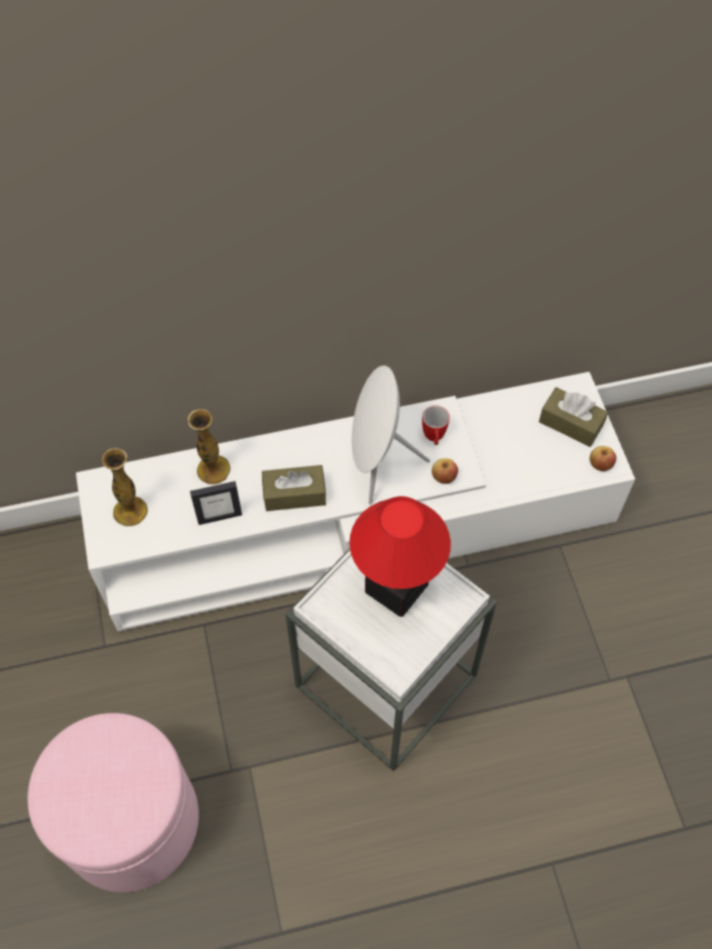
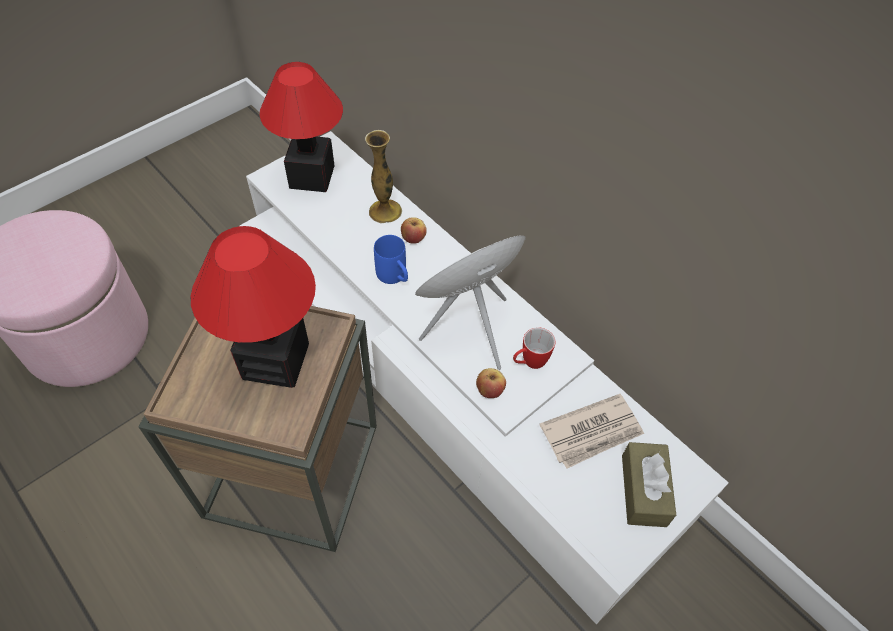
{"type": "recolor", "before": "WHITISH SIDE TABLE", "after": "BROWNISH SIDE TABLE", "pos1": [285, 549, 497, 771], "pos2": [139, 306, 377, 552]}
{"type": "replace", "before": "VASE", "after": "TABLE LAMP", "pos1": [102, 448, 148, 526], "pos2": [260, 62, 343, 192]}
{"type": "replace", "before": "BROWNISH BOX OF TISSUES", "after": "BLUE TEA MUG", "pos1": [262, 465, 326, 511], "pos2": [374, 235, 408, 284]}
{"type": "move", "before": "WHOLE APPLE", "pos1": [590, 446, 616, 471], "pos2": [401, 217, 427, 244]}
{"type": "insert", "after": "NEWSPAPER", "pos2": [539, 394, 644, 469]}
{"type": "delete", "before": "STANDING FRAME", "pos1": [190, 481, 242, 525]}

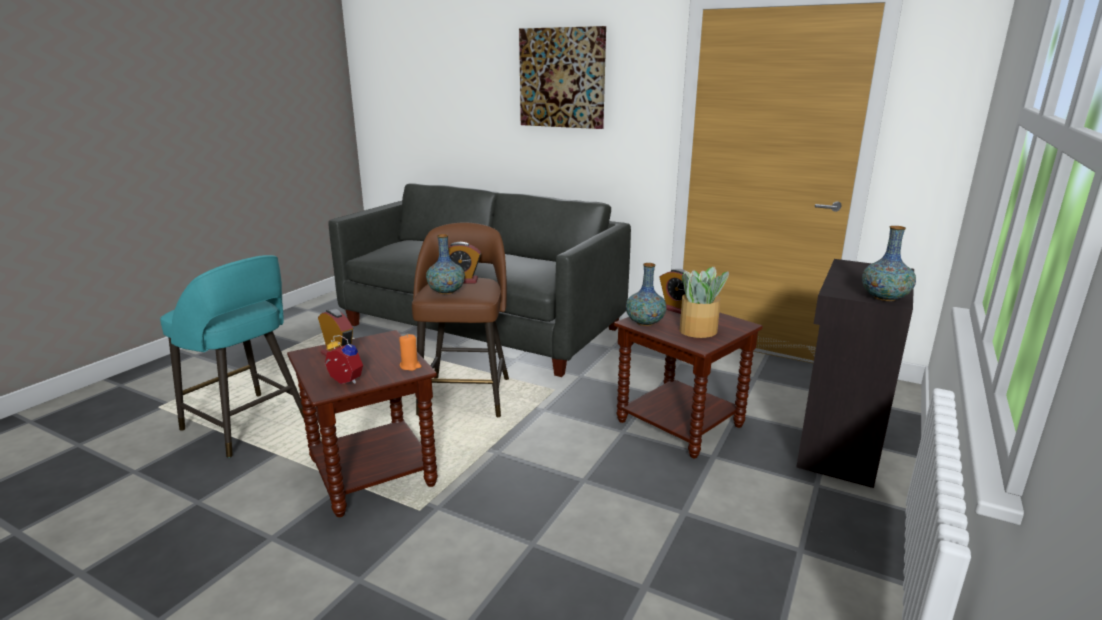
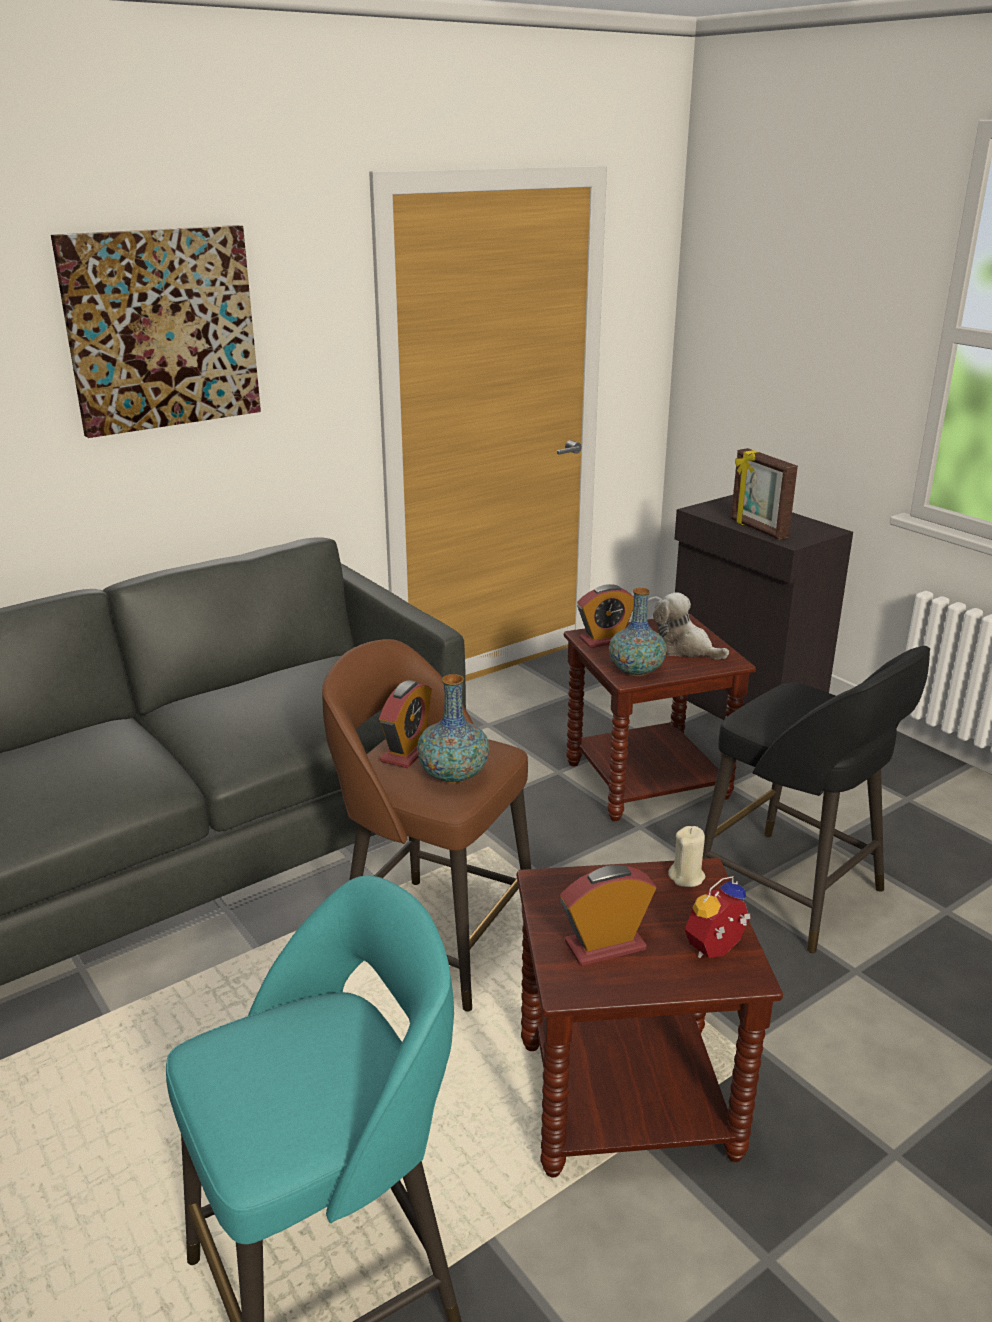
{"type": "replace", "before": "POTTED PLANT", "after": "PLUSH TOY", "pos1": [680, 267, 729, 338], "pos2": [653, 592, 729, 660]}
{"type": "recolor", "before": "ORANGE-COLOURED WAX LIGHT", "after": "BEIGE WAX LIGHT", "pos1": [399, 334, 422, 371], "pos2": [668, 826, 706, 887]}
{"type": "insert", "after": "BLACK STOOL SEAT", "pos2": [703, 646, 930, 953]}
{"type": "insert", "after": "STANDING FRAME", "pos2": [731, 448, 798, 540]}
{"type": "delete", "before": "VASE", "pos1": [862, 226, 916, 301]}

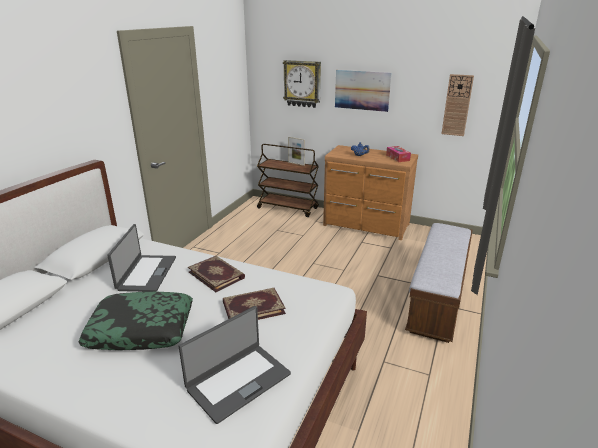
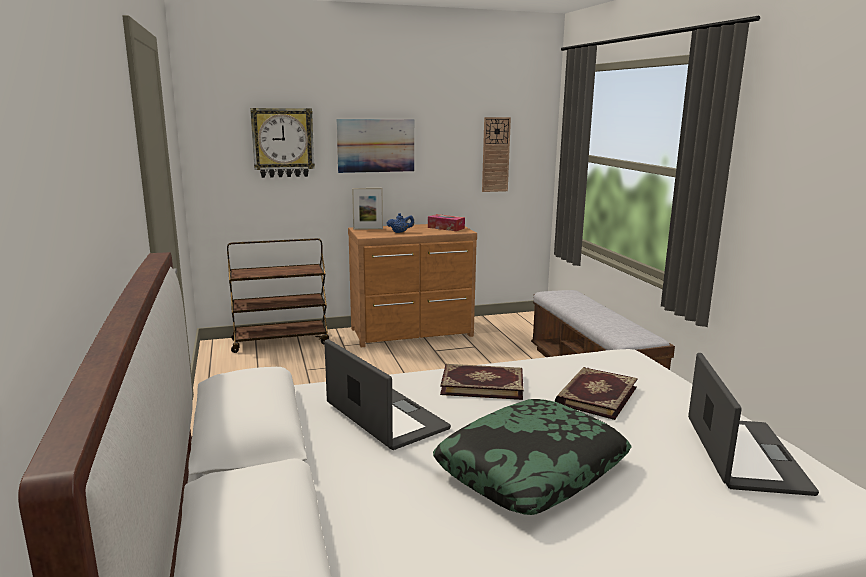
{"type": "move", "before": "STANDING FRAME", "pos1": [288, 137, 305, 166], "pos2": [352, 188, 383, 230]}

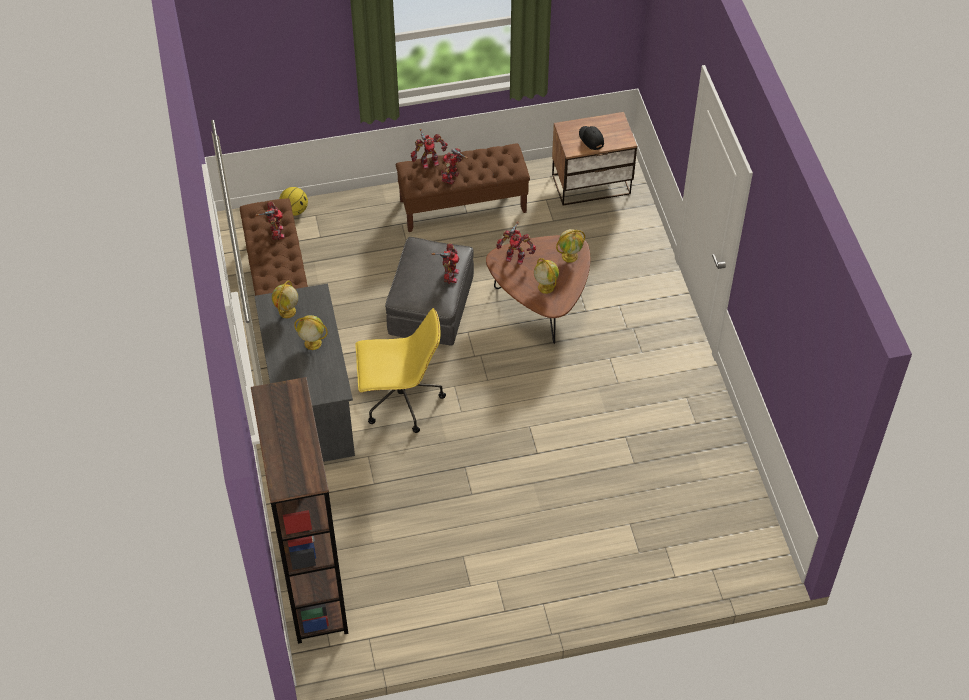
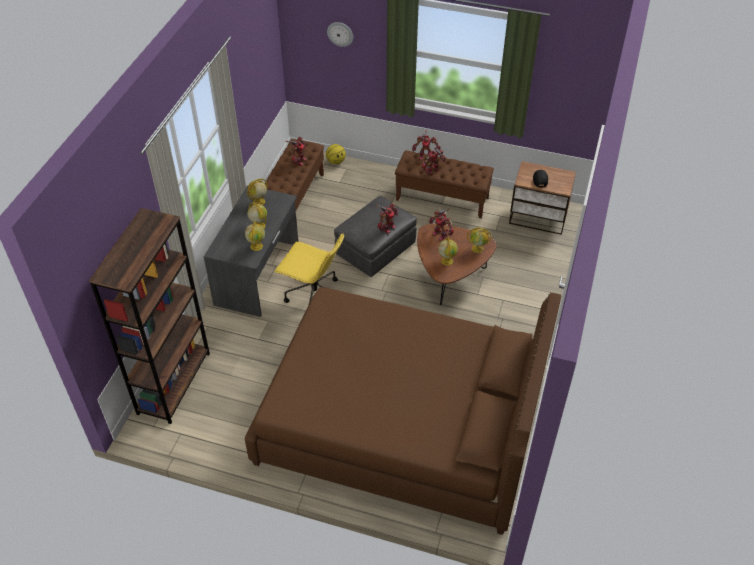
{"type": "insert", "after": "DESK GLOBE", "pos2": [245, 221, 265, 251]}
{"type": "insert", "after": "BROWNISH SLEEPING BED", "pos2": [245, 287, 561, 535]}
{"type": "insert", "after": "WALL CLOCK", "pos2": [327, 22, 353, 47]}

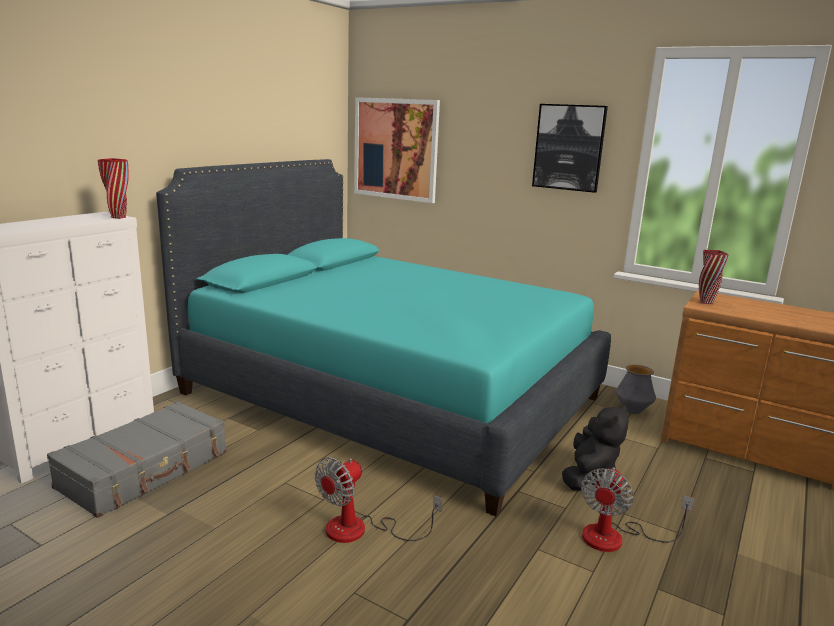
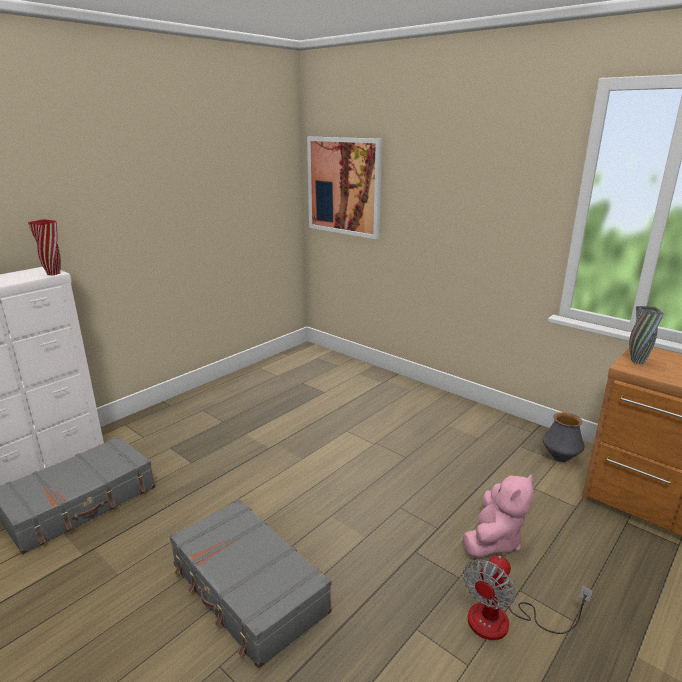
{"type": "replace", "before": "COOLING FAN", "after": "GREY SUITCASE", "pos1": [314, 457, 442, 543], "pos2": [169, 499, 332, 669]}
{"type": "recolor", "before": "BLACK PLUSH TOY", "after": "PINK-COLOURED PLUSH TOY", "pos1": [562, 405, 629, 491], "pos2": [463, 474, 534, 558]}
{"type": "recolor", "before": "REDDISH VASE", "after": "GREY VASE", "pos1": [699, 250, 728, 304], "pos2": [629, 306, 664, 364]}
{"type": "delete", "before": "BLUE-GREEN SLEEPING BED", "pos1": [156, 159, 611, 516]}
{"type": "delete", "before": "WALL PICTURE", "pos1": [532, 104, 608, 193]}

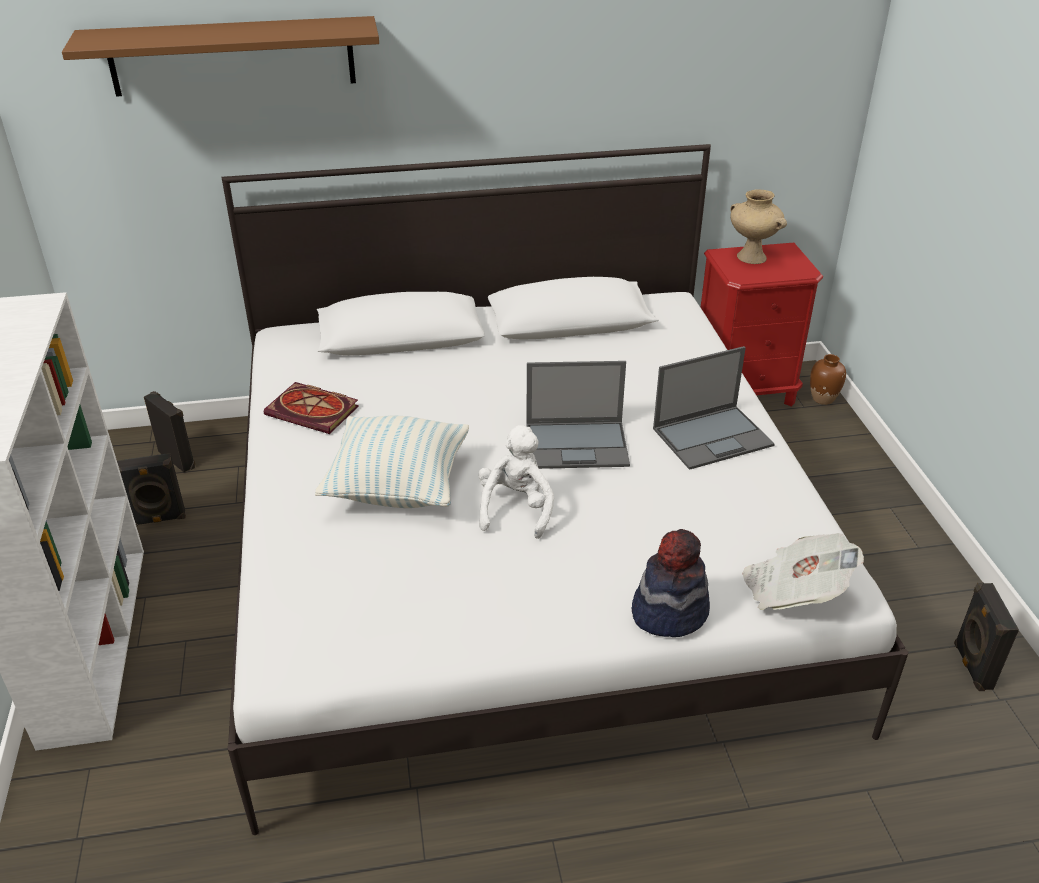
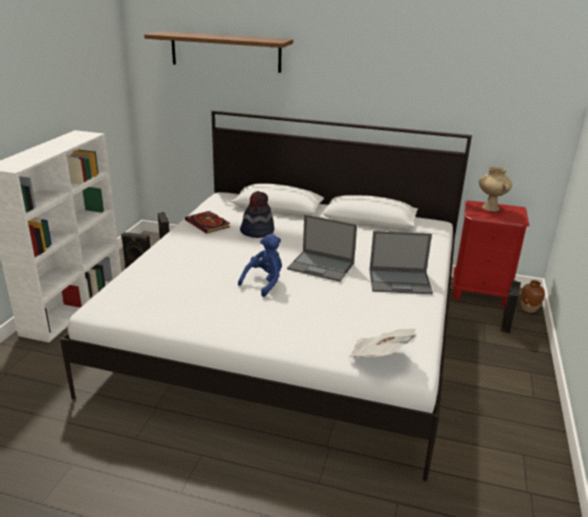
{"type": "recolor", "before": "WHITISH PLUSH TOY", "after": "BLUE PLUSH TOY", "pos1": [478, 425, 554, 539], "pos2": [238, 234, 282, 297]}
{"type": "move", "before": "CLOTHING HAT", "pos1": [632, 529, 710, 637], "pos2": [240, 191, 274, 238]}
{"type": "move", "before": "BLACK LOUDSPEAKER", "pos1": [954, 582, 1019, 691], "pos2": [501, 280, 521, 333]}
{"type": "delete", "before": "CUSHION", "pos1": [315, 416, 469, 508]}

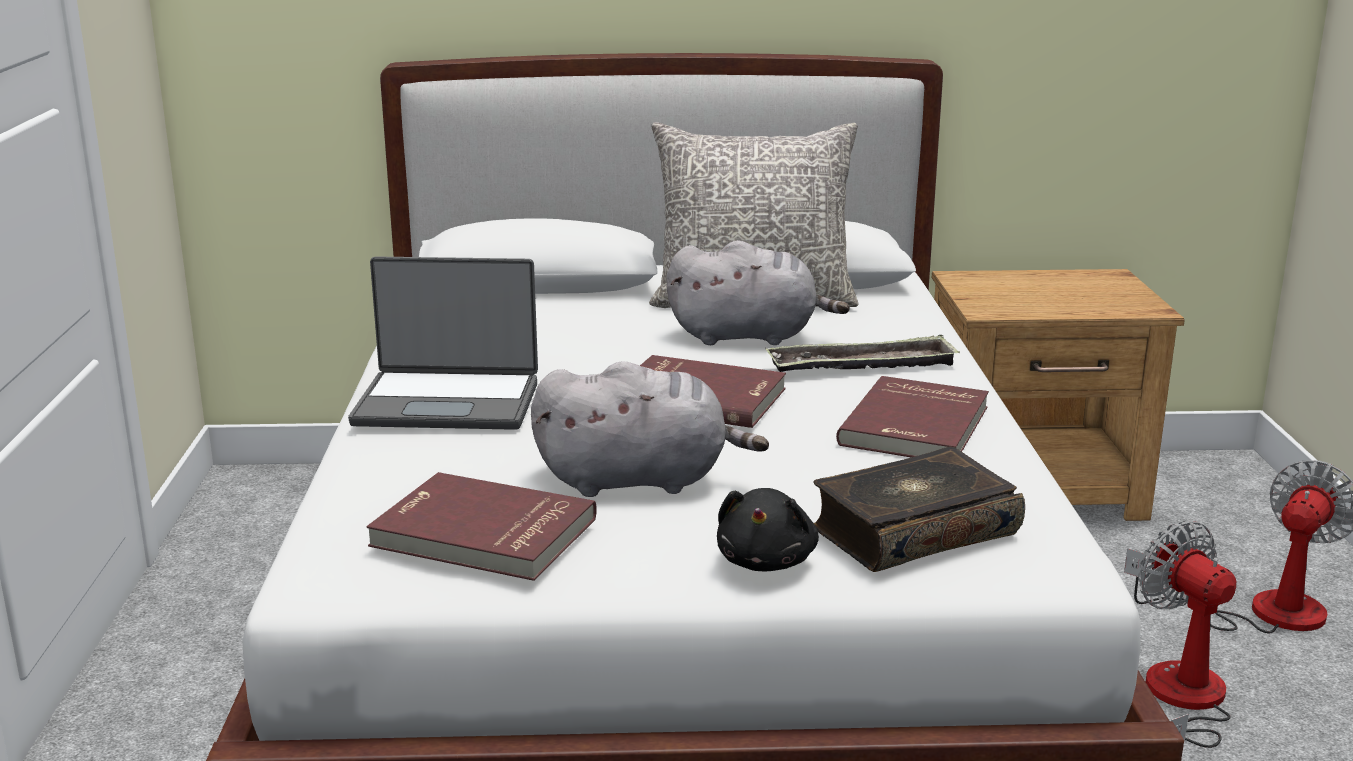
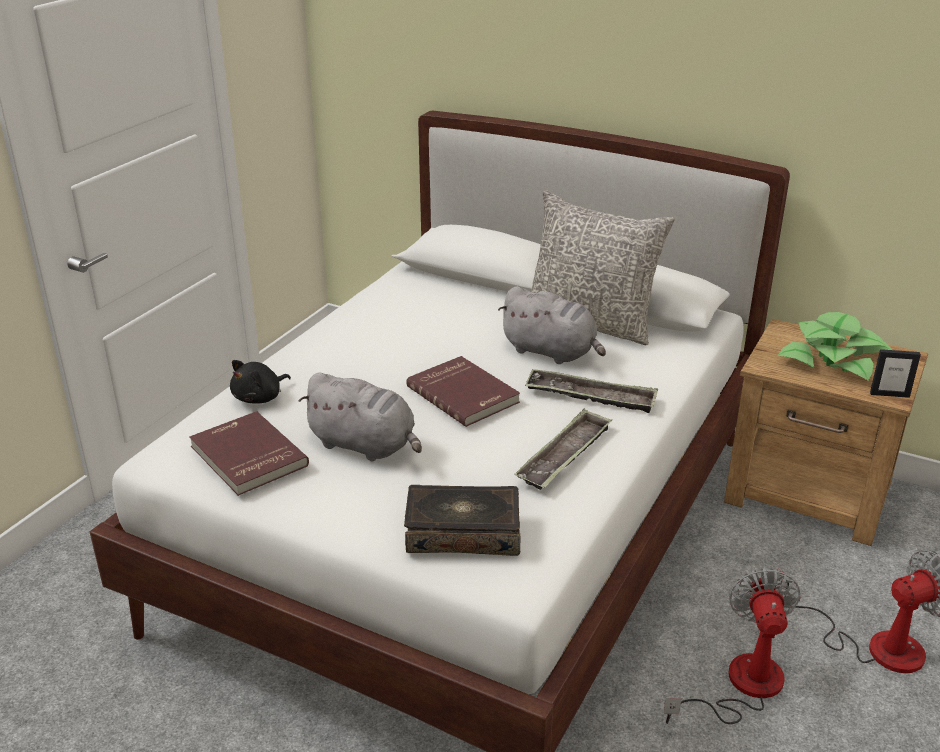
{"type": "move", "before": "BLACK PLUSH TOY", "pos1": [717, 488, 819, 571], "pos2": [230, 360, 291, 404]}
{"type": "replace", "before": "REDDISH VOLUME", "after": "SERVING TRAY", "pos1": [836, 376, 989, 458], "pos2": [514, 409, 612, 490]}
{"type": "insert", "after": "POTTED PLANT", "pos2": [778, 312, 892, 380]}
{"type": "insert", "after": "STANDING FRAME", "pos2": [870, 349, 921, 398]}
{"type": "delete", "before": "NOTEBOOK COMPUTER", "pos1": [348, 256, 538, 430]}

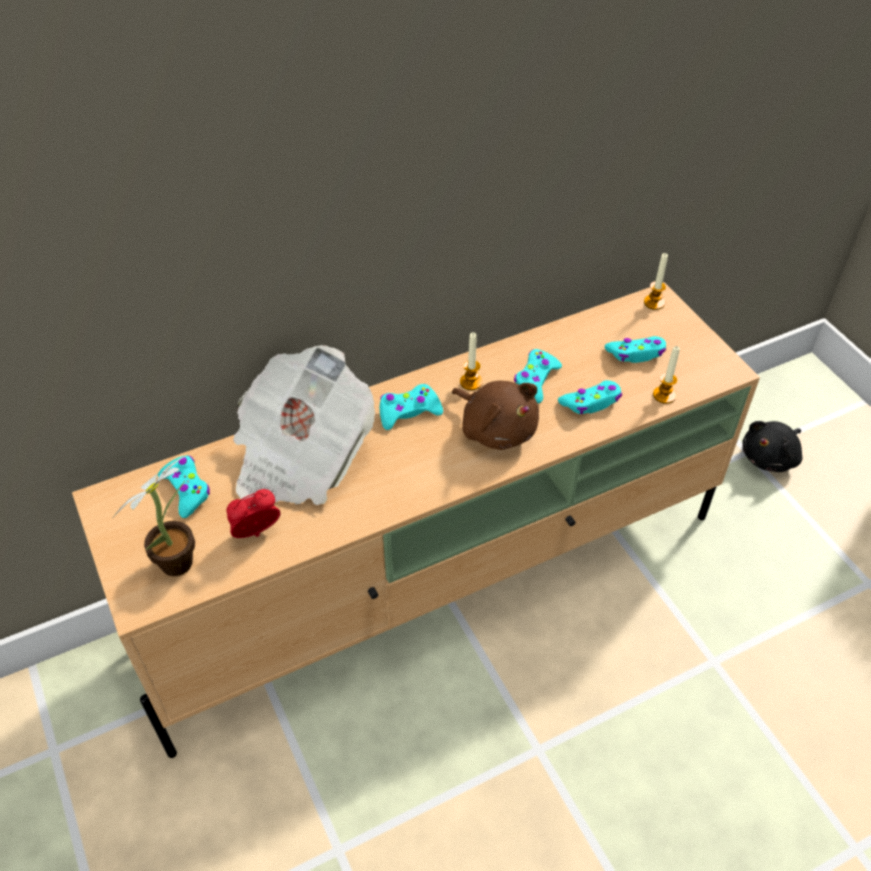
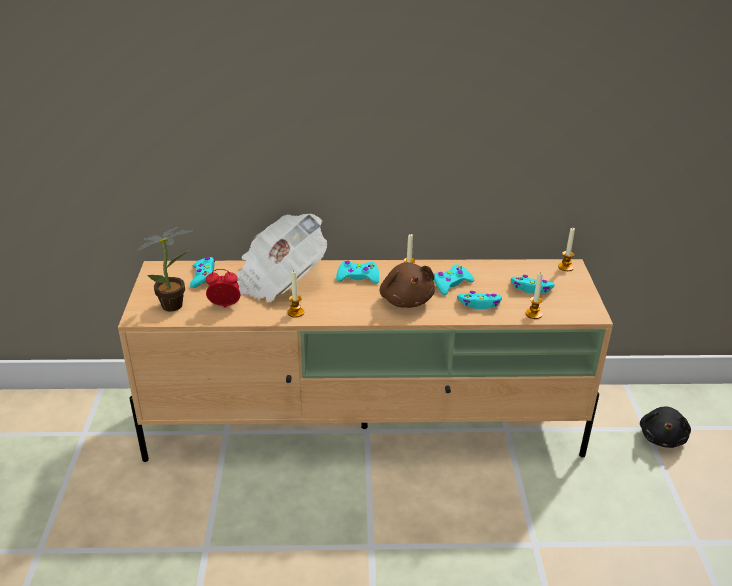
{"type": "insert", "after": "WAX LIGHT", "pos2": [287, 271, 304, 318]}
{"type": "rotate", "before": "BLACK PLUSH TOY", "pos1": [743, 421, 802, 472], "pos2": [640, 407, 691, 448], "turn": -60}

